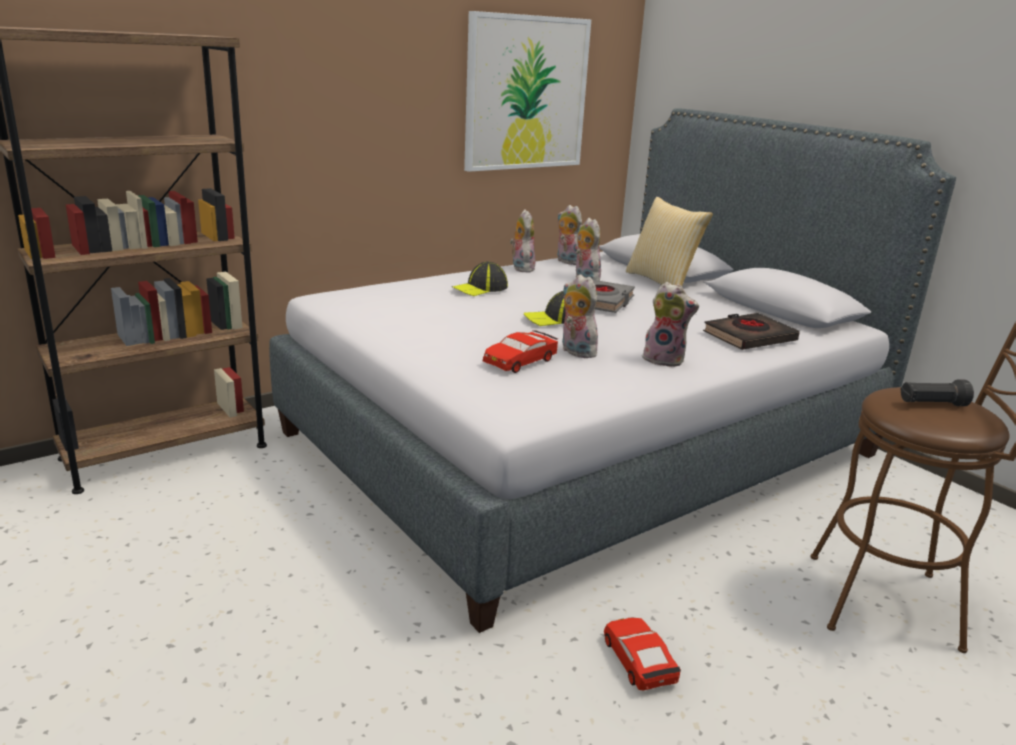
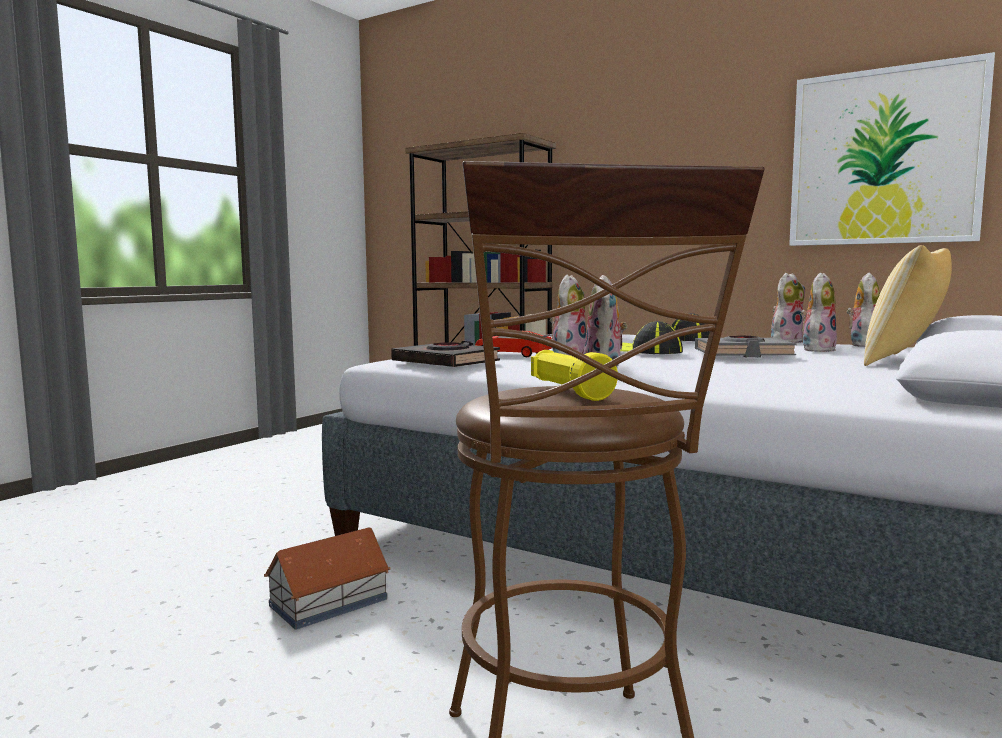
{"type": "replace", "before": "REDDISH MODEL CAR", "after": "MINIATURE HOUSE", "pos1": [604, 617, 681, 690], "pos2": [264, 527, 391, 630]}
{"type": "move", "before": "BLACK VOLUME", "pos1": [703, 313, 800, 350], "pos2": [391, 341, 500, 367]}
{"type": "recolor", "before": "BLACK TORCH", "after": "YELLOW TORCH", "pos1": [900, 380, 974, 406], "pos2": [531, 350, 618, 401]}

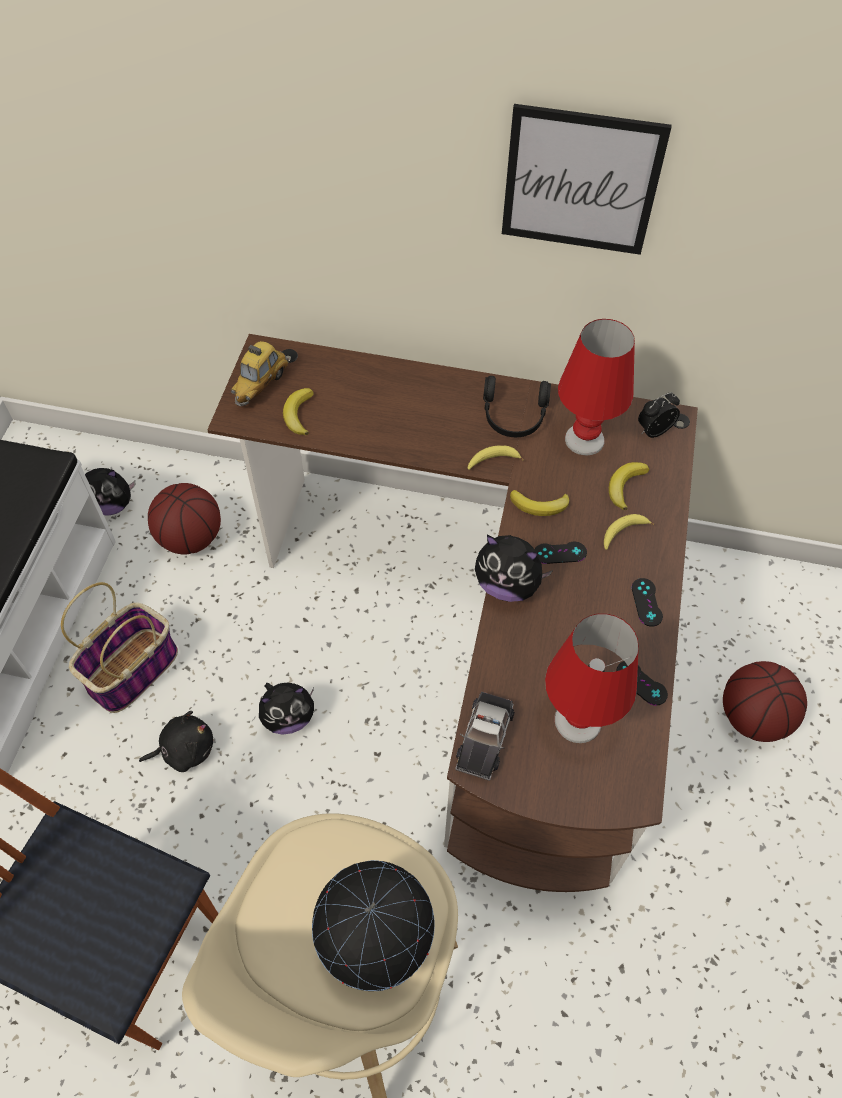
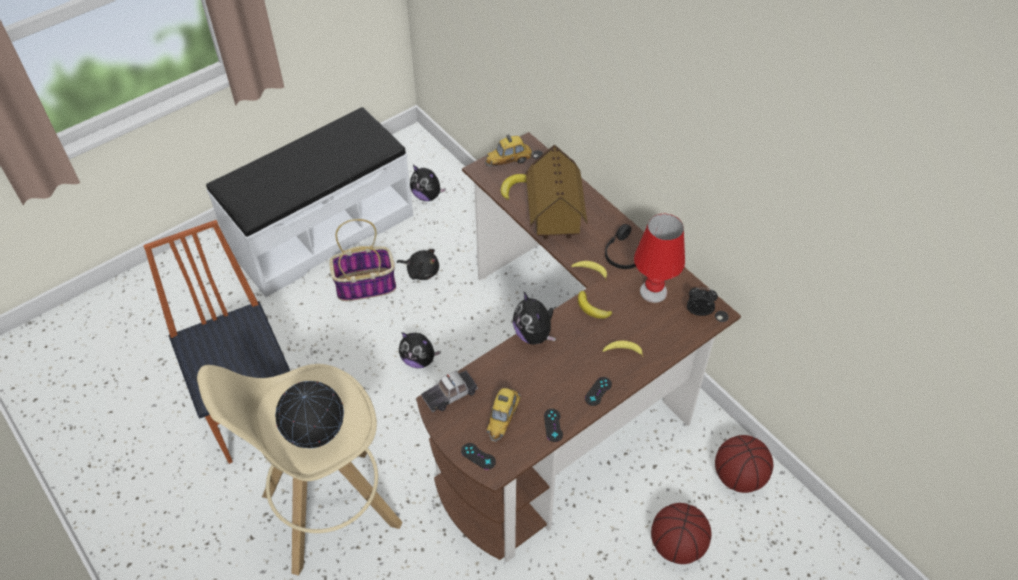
{"type": "move", "before": "BLACK PLUSH TOY", "pos1": [139, 711, 213, 772], "pos2": [397, 249, 439, 280]}
{"type": "move", "before": "BLACK GAME CONTROLLER", "pos1": [535, 541, 587, 564], "pos2": [461, 443, 496, 470]}
{"type": "replace", "before": "REDDISH TABLE LAMP", "after": "MODEL CAR", "pos1": [545, 613, 639, 743], "pos2": [486, 388, 521, 442]}
{"type": "insert", "after": "MINIATURE HOUSE", "pos2": [526, 144, 588, 239]}
{"type": "move", "before": "BASKETBALL BALL", "pos1": [148, 483, 221, 555], "pos2": [715, 435, 773, 493]}
{"type": "delete", "before": "WALL PICTURE", "pos1": [502, 104, 672, 255]}
{"type": "delete", "before": "BANANA FRUIT", "pos1": [609, 462, 650, 510]}

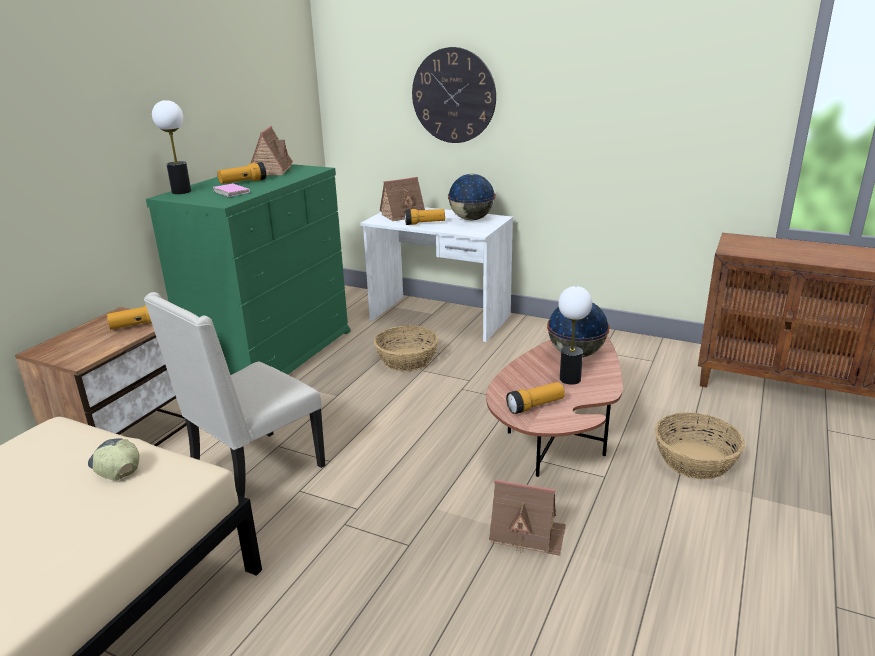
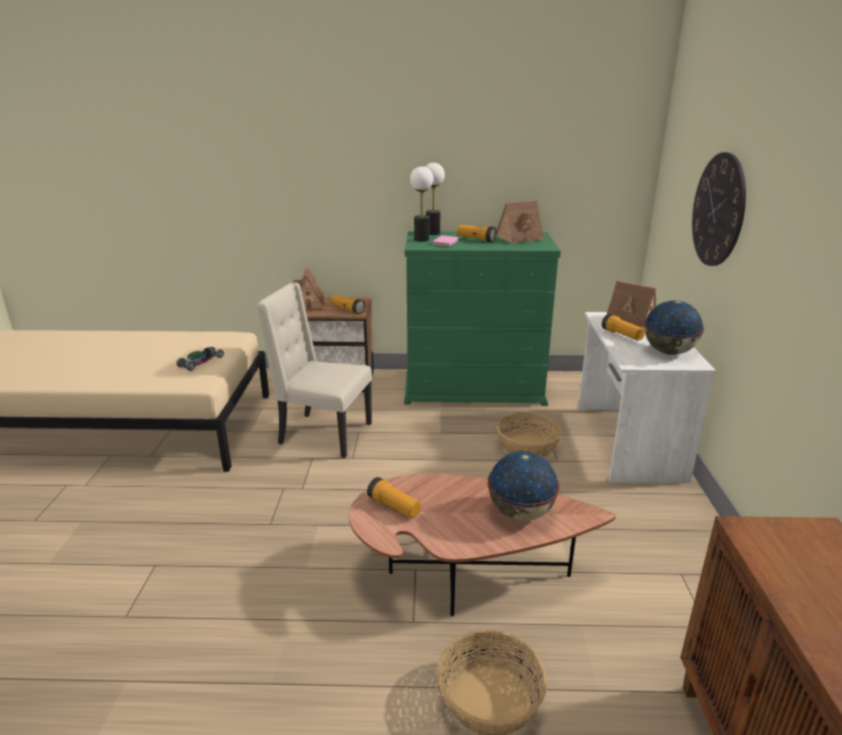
{"type": "replace", "before": "CAP", "after": "MODEL CAR", "pos1": [88, 438, 139, 480], "pos2": [176, 347, 224, 371]}
{"type": "move", "before": "MINIATURE HOUSE", "pos1": [489, 479, 566, 556], "pos2": [293, 266, 324, 312]}
{"type": "move", "before": "TABLE LAMP", "pos1": [558, 286, 592, 385], "pos2": [410, 166, 433, 242]}

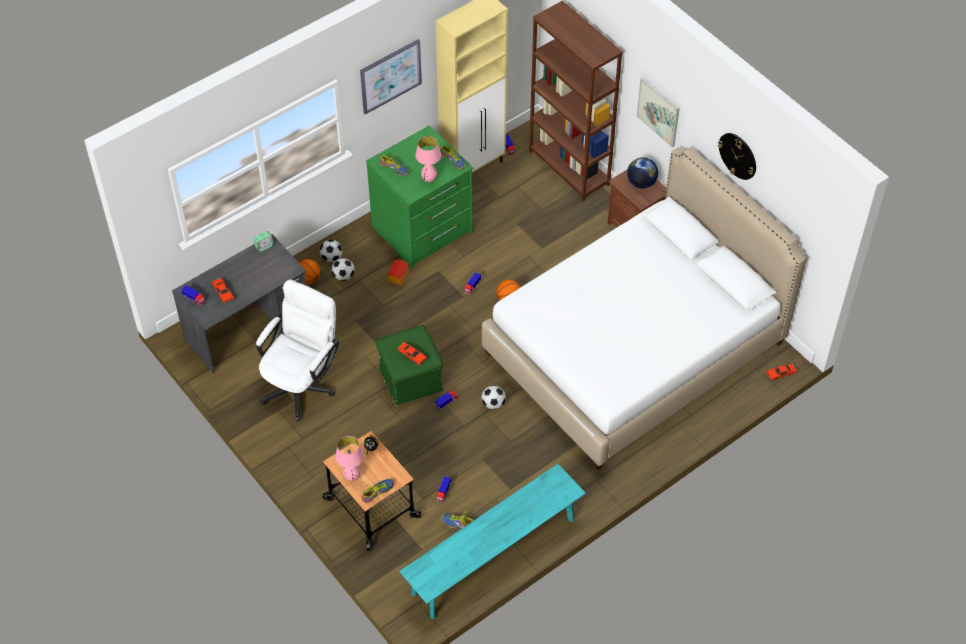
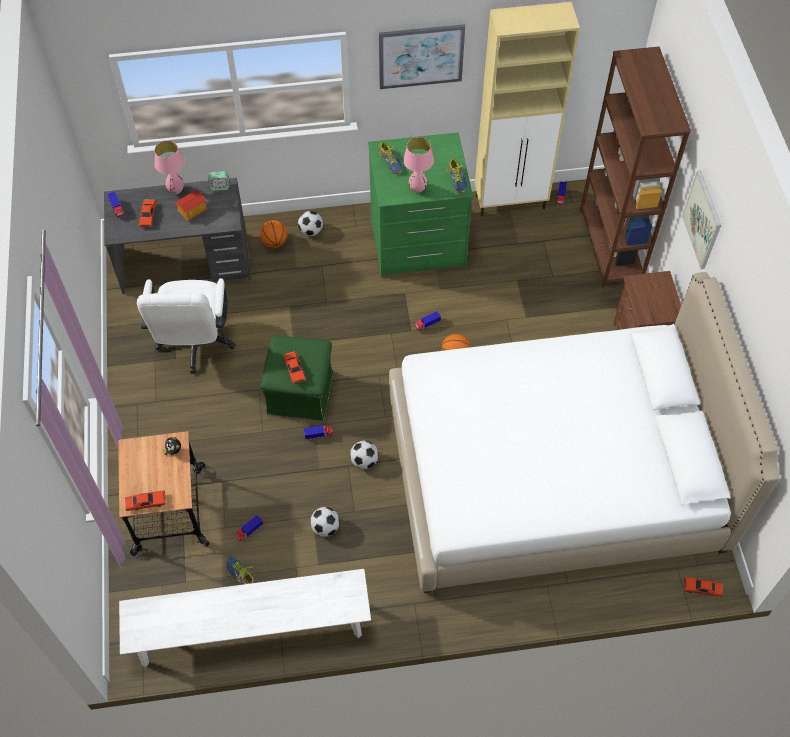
{"type": "recolor", "before": "BLUE-GREEN LONG SEAT", "after": "WHITISH LONG SEAT", "pos1": [399, 464, 586, 618], "pos2": [119, 569, 371, 667]}
{"type": "replace", "before": "LOW SHOE", "after": "REDDISH MODEL CAR", "pos1": [362, 479, 394, 503], "pos2": [125, 490, 166, 511]}
{"type": "rotate", "before": "WHITISH OFFICE CHAIR", "pos1": [256, 279, 339, 421], "pos2": [137, 278, 236, 374], "turn": 120}
{"type": "move", "before": "PINK-COLOURED TABLE LAMP", "pos1": [335, 436, 364, 481], "pos2": [155, 141, 185, 194]}
{"type": "move", "before": "MINIATURE HOUSE", "pos1": [387, 260, 409, 286], "pos2": [175, 190, 208, 221]}
{"type": "move", "before": "FOOTBALL", "pos1": [332, 258, 354, 281], "pos2": [310, 507, 340, 537]}
{"type": "delete", "before": "DESK GLOBE", "pos1": [627, 157, 658, 189]}
{"type": "delete", "before": "WALL CLOCK", "pos1": [718, 133, 756, 180]}

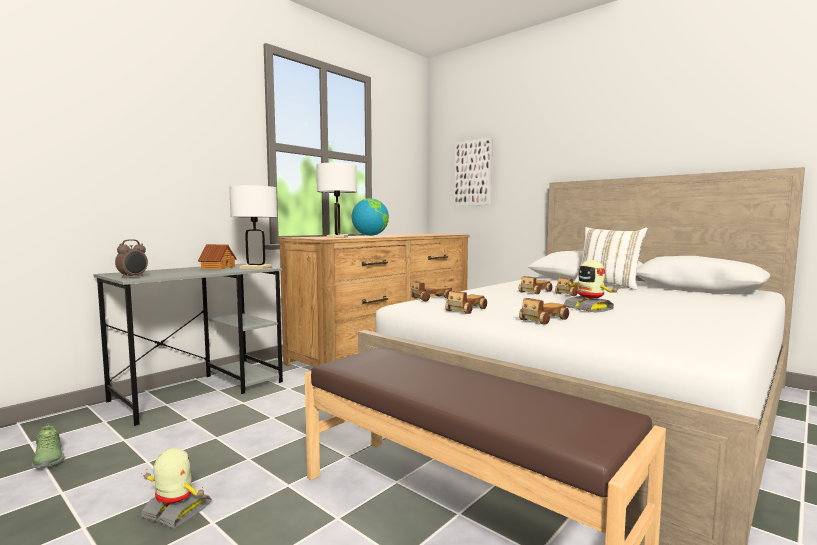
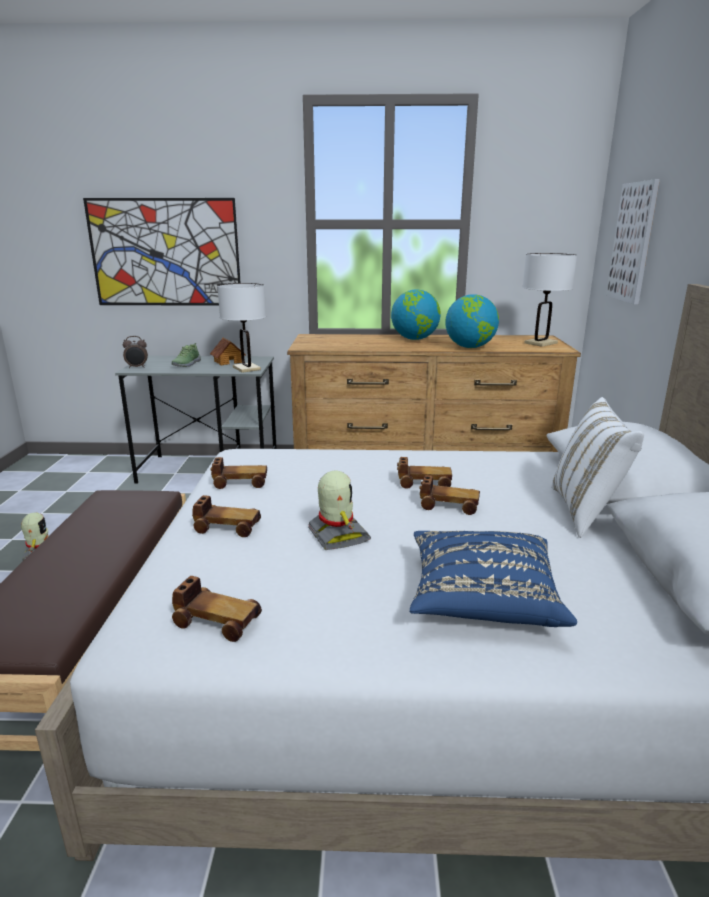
{"type": "insert", "after": "WALL PICTURE", "pos2": [83, 198, 241, 306]}
{"type": "move", "before": "LOW SHOE", "pos1": [32, 423, 64, 468], "pos2": [172, 343, 201, 367]}
{"type": "move", "before": "MODEL CAR", "pos1": [411, 281, 452, 301], "pos2": [172, 576, 262, 642]}
{"type": "rotate", "before": "TOY ROBOT", "pos1": [564, 260, 621, 313], "pos2": [308, 471, 371, 550], "turn": 135}
{"type": "insert", "after": "BLUE CUSHION", "pos2": [410, 531, 577, 627]}
{"type": "insert", "after": "DESK GLOBE", "pos2": [445, 294, 499, 348]}
{"type": "move", "before": "WHITISH TABLE LAMP", "pos1": [316, 163, 357, 238], "pos2": [523, 253, 577, 347]}

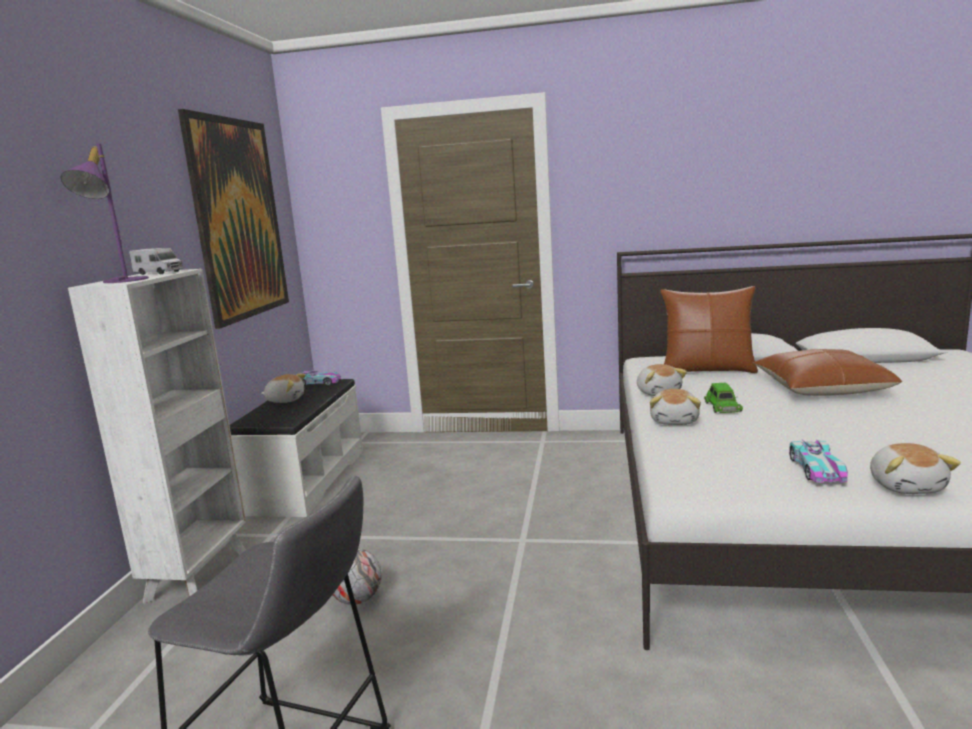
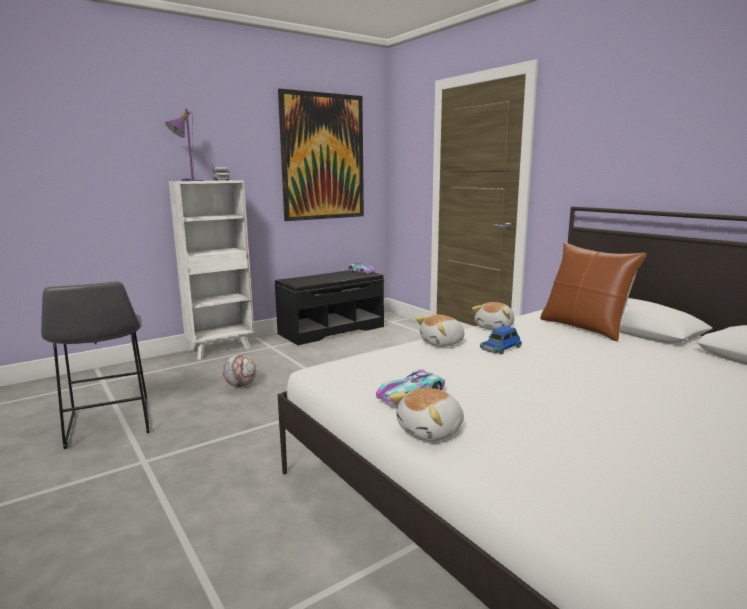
{"type": "recolor", "before": "WHITISH LONG SEAT", "after": "BLACK LONG SEAT", "pos1": [229, 379, 363, 517], "pos2": [275, 270, 384, 345]}
{"type": "recolor", "before": "GREENISH MODEL CAR", "after": "BLUE MODEL CAR", "pos1": [704, 383, 743, 413], "pos2": [480, 326, 522, 355]}
{"type": "delete", "before": "PLUSH TOY", "pos1": [261, 374, 306, 403]}
{"type": "delete", "before": "BROWNISH CUSHION", "pos1": [753, 349, 902, 396]}

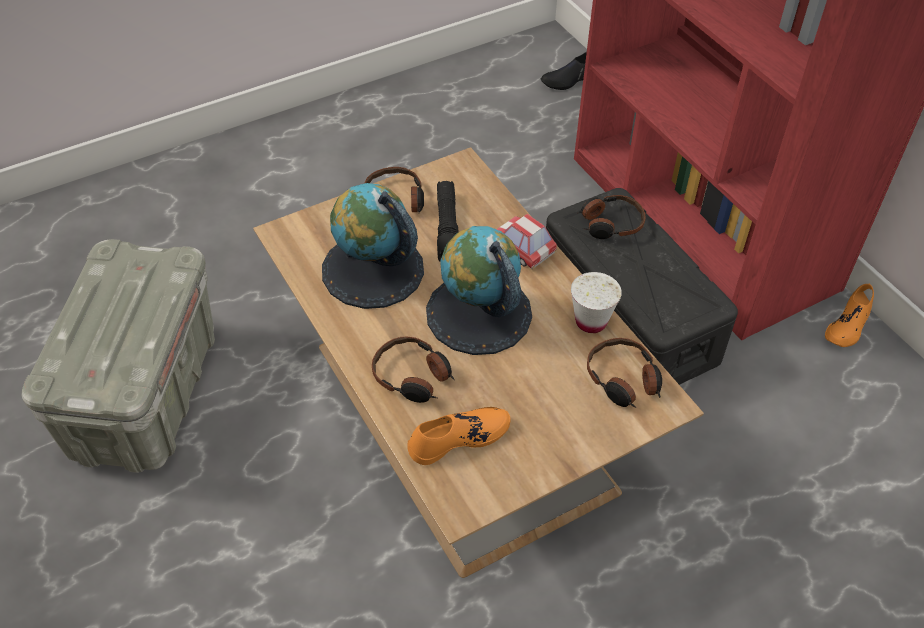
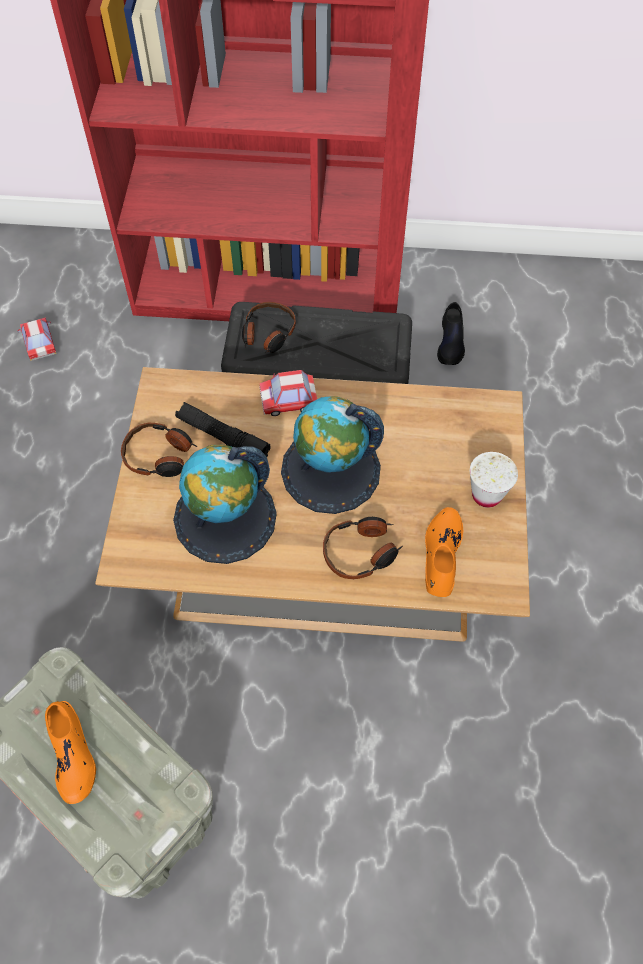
{"type": "insert", "after": "MODEL CAR", "pos2": [18, 318, 57, 361]}
{"type": "move", "before": "ORANGE-COLOURED LOW SHOE", "pos1": [825, 283, 874, 347], "pos2": [45, 701, 96, 804]}
{"type": "move", "before": "BLACK LOW SHOE", "pos1": [540, 52, 587, 90], "pos2": [437, 302, 465, 365]}
{"type": "move", "before": "WHITISH CUP", "pos1": [571, 272, 622, 333], "pos2": [470, 452, 518, 508]}
{"type": "delete", "before": "HEADPHONES", "pos1": [587, 338, 662, 408]}

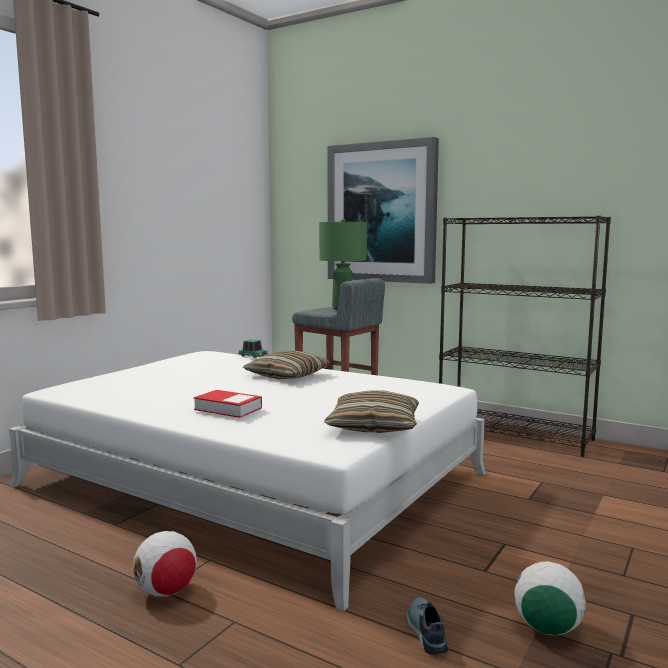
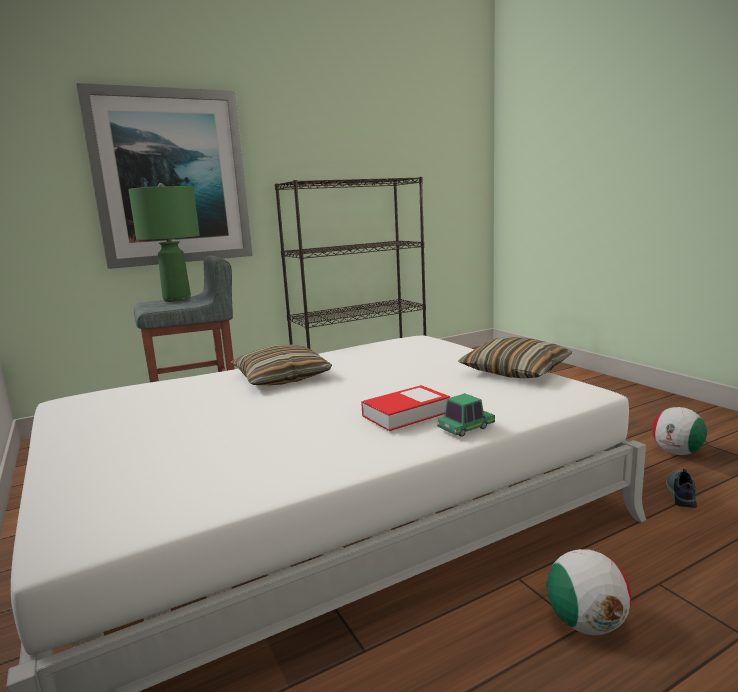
{"type": "move", "before": "MODEL CAR", "pos1": [239, 339, 268, 358], "pos2": [437, 393, 495, 437]}
{"type": "rotate", "before": "LOW SHOE", "pos1": [407, 597, 448, 655], "pos2": [666, 469, 697, 508], "turn": 90}

